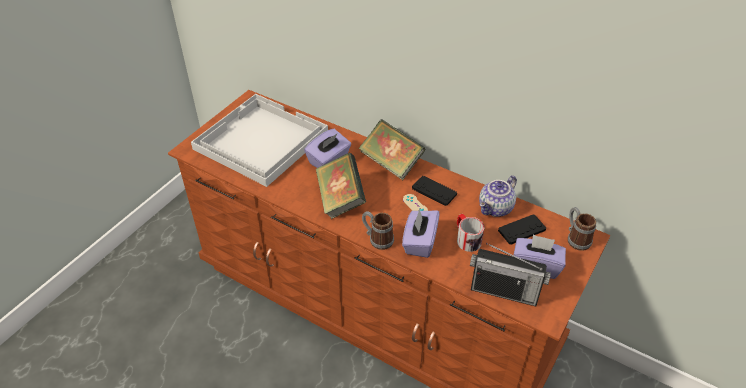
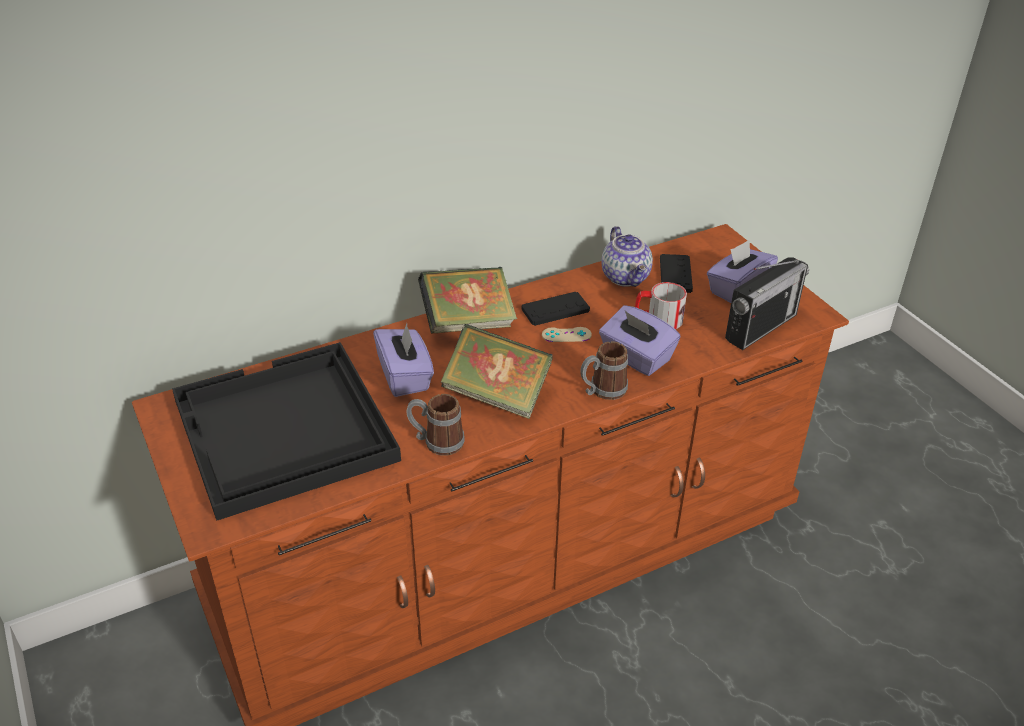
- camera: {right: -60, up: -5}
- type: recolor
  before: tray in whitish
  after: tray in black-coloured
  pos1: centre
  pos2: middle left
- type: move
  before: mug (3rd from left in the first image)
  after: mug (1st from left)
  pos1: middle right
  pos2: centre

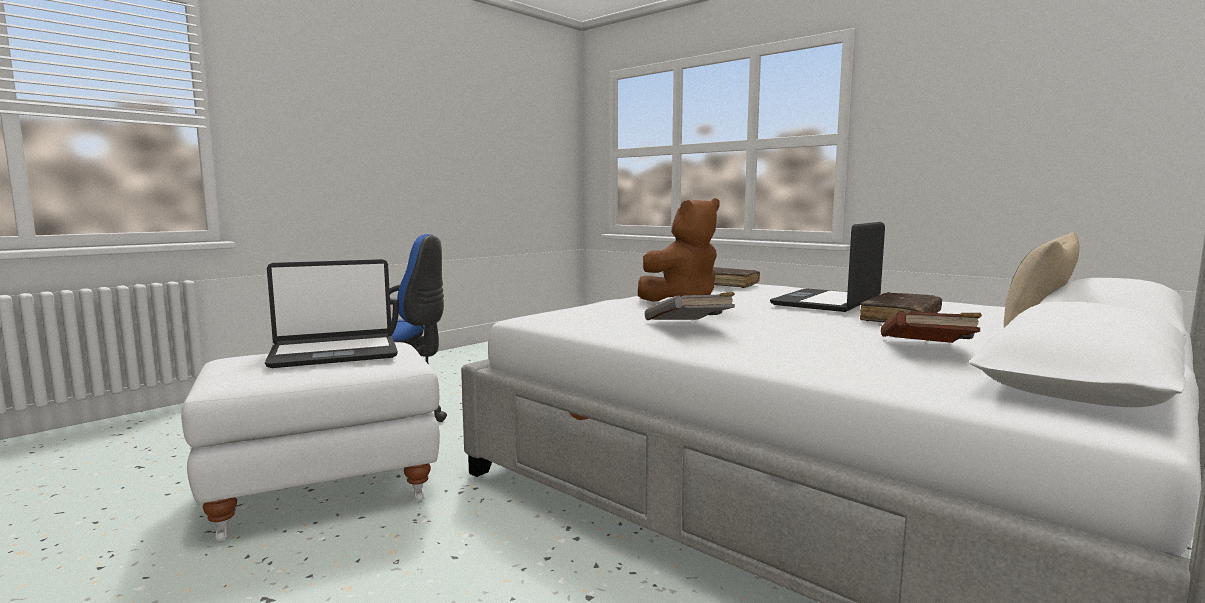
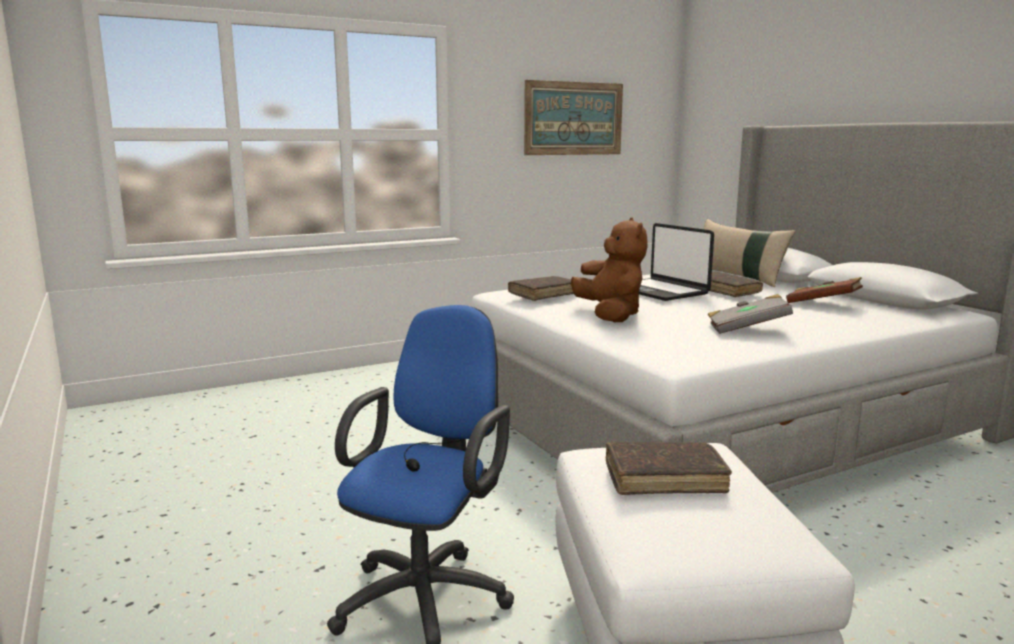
- camera: {right: -70, up: 5}
- type: insert
  after: picture
  pos2: top centre
- type: replace
  before: portable computer (1st from left)
  after: book in brown-coloured (2nd from left)
  pos1: middle left
  pos2: bottom centre

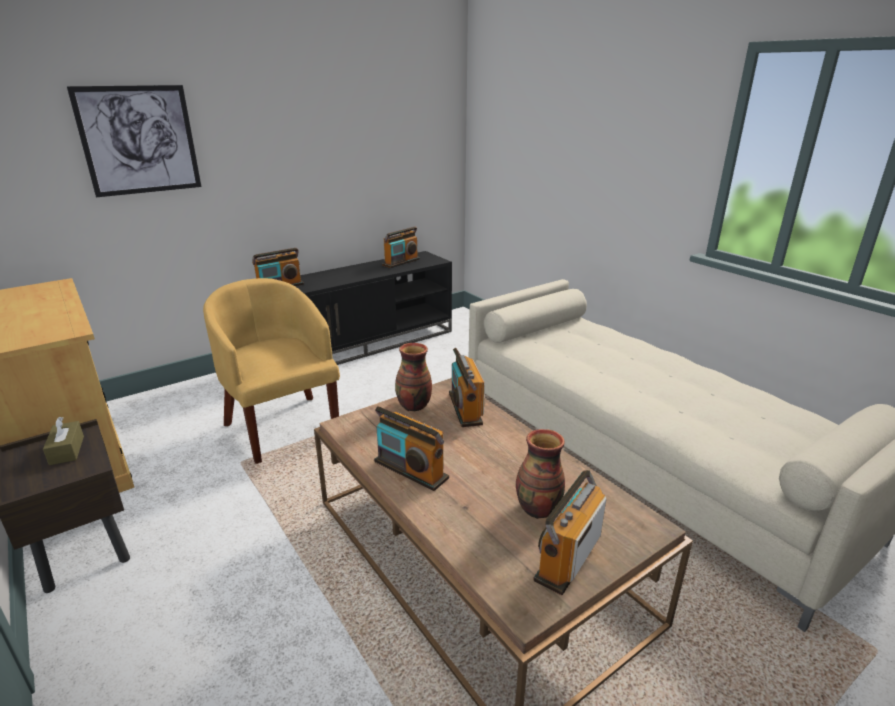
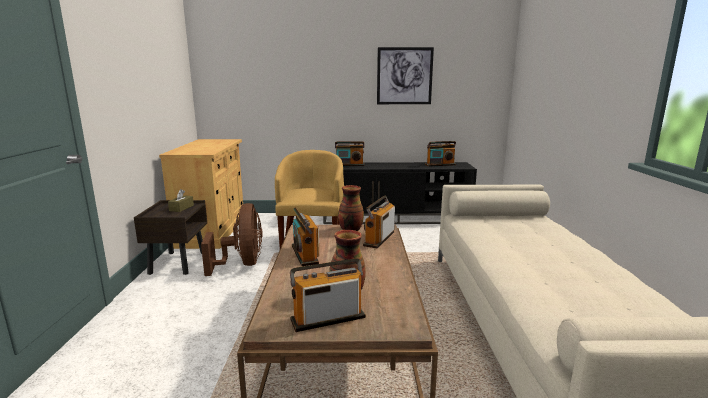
- camera: {right: 35, up: -10}
- type: insert
  after: electric fan in brown-coloured
  pos2: middle left
- type: move
  before: picture
  pos1: top left
  pos2: top centre

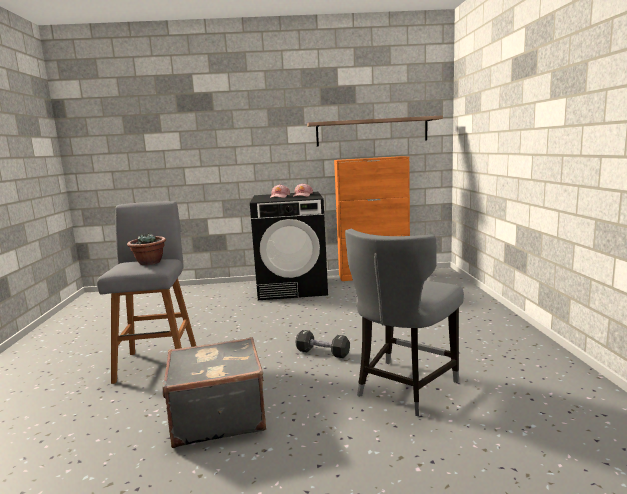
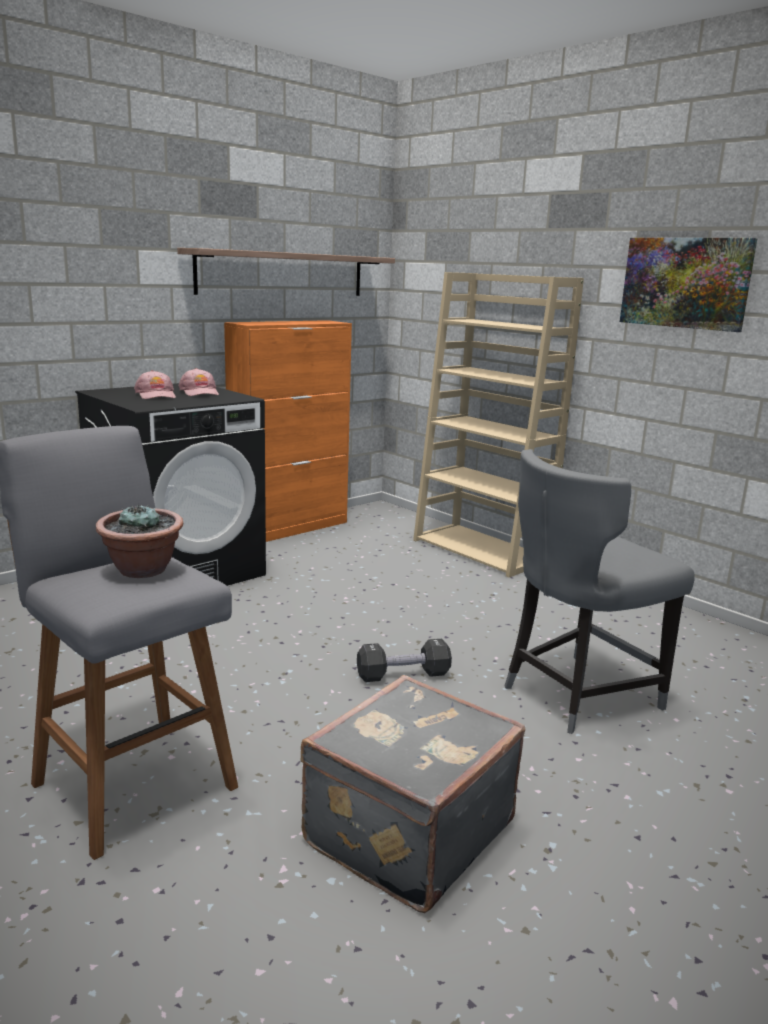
- camera: {right: -40, up: 5}
- type: insert
  after: bookcase in sand-coloured
  pos2: centre
- type: rotate
  before: chair in grey
  pos1: centre
  pos2: middle right
  turn: 60
- type: insert
  after: picture
  pos2: top right

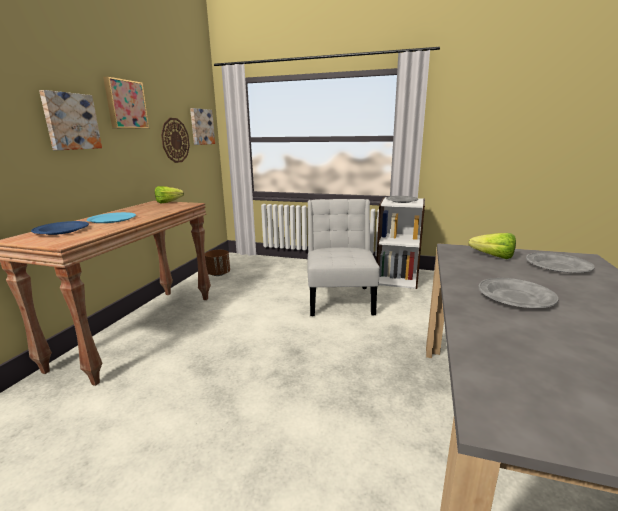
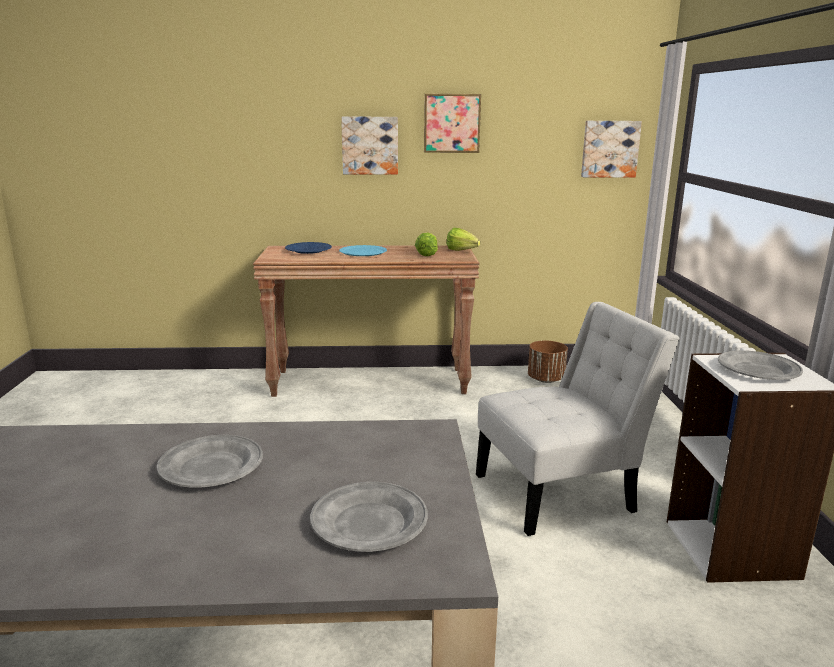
- camera: {right: 70, up: 0}
- type: move
  before: lettuce (2nd from left in the first image)
  after: lettuce (1st from left)
  pos1: middle right
  pos2: centre
- type: delete
  before: hanging clock
  pos1: top left

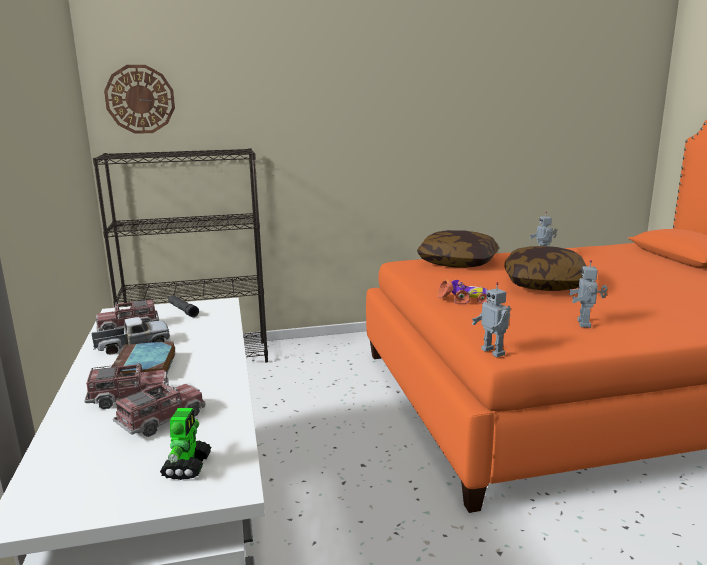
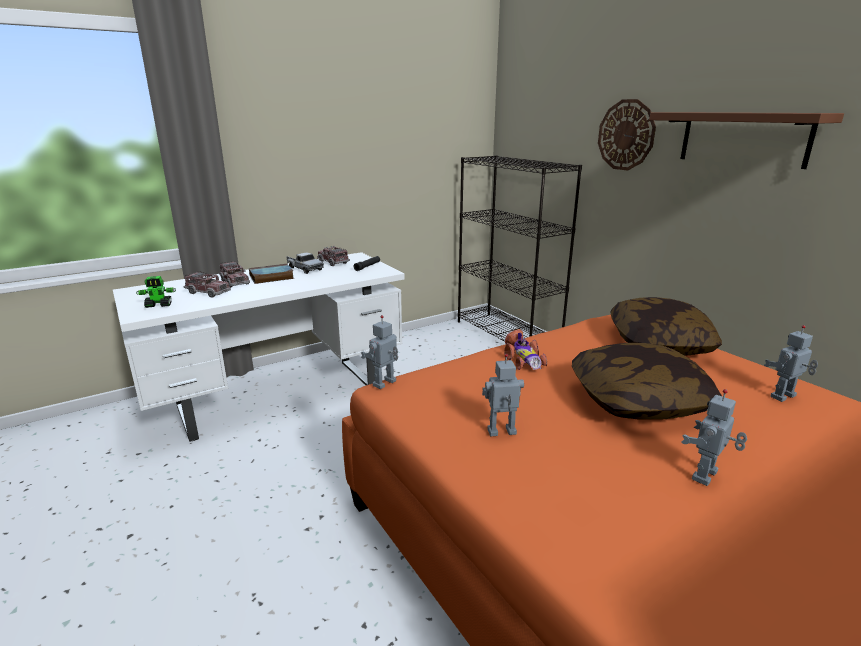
- camera: {right: 70, up: 5}
- type: move
  before: hanging clock
  pos1: top left
  pos2: top right
- type: insert
  after: wall shelf in brown-coloured
  pos2: top right
- type: insert
  after: toy robot (4th from left)
  pos2: bottom right

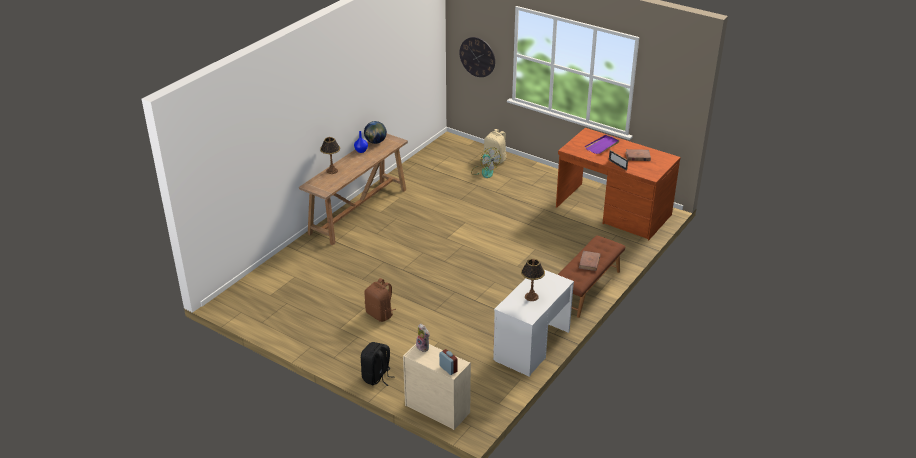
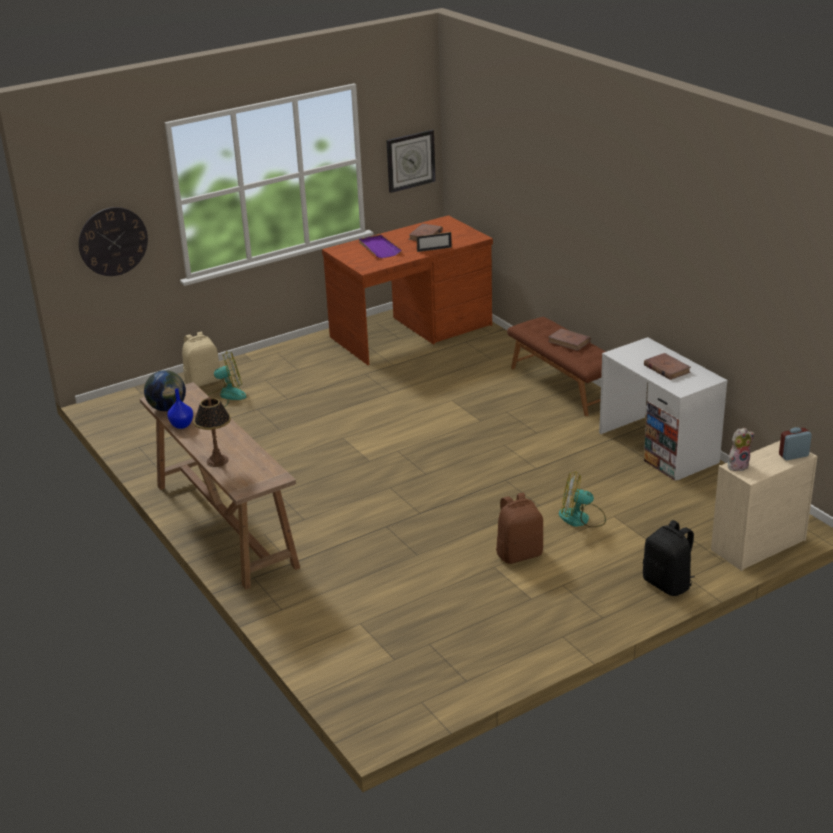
- camera: {right: -65, up: -5}
- type: insert
  after: hanging clock (2nd from left)
  pos2: top centre
- type: insert
  after: electric fan (2nd from left)
  pos2: middle right
- type: replace
  before: table lamp (2nd from left)
  after: book in brown-coloured (3rd from left)
  pos1: centre
  pos2: middle right

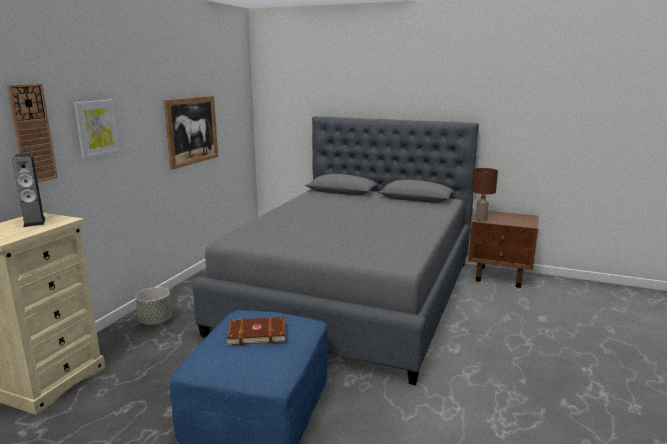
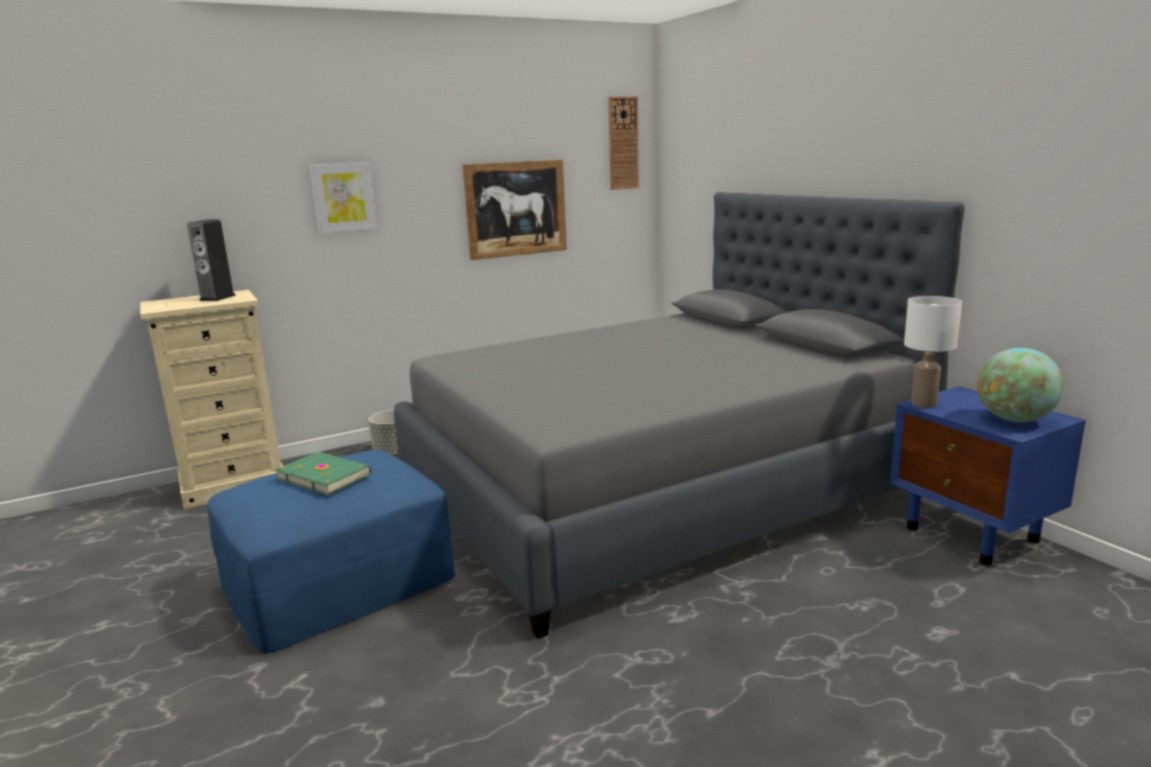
- camera: {right: 40, up: 0}
- type: recolor
  before: book in brown-coloured
  after: book in green-coloured
  pos1: bottom centre
  pos2: middle left
- type: move
  before: hanging clock
  pos1: top left
  pos2: top centre
- type: recolor
  before: nightstand in brown-coloured
  after: nightstand in blue
  pos1: middle right
  pos2: middle right
- type: recolor
  before: table lamp in brown-coloured
  after: table lamp in whitish
  pos1: middle right
  pos2: middle right
- type: insert
  after: desk globe
  pos2: middle right

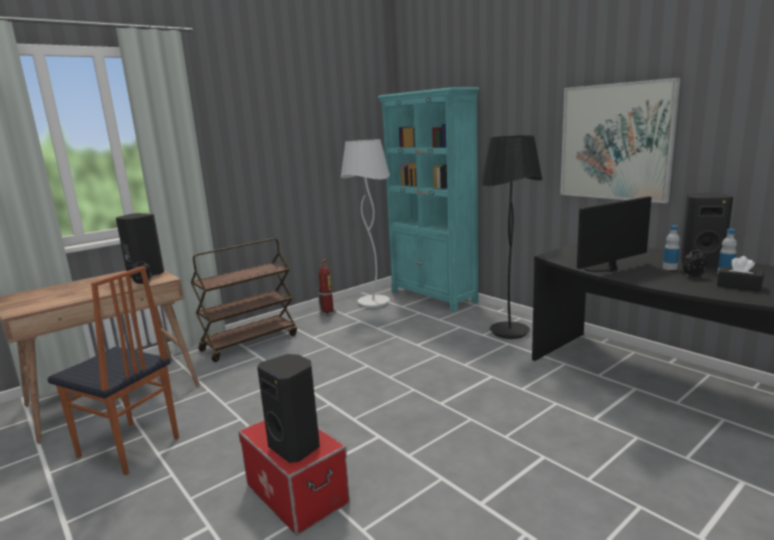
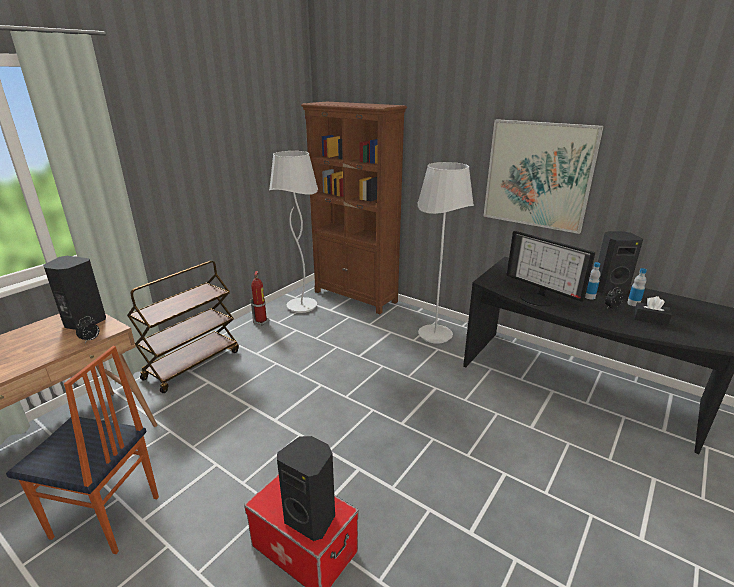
- camera: {right: -15, up: 10}
- type: recolor
  before: bookcase in blue-green
  after: bookcase in brown-coloured
  pos1: centre
  pos2: centre
- type: recolor
  before: floor lamp in black-coloured
  after: floor lamp in whitish (2nd from left)
  pos1: centre
  pos2: centre
- type: rotate
  before: monitor
  pos1: middle right
  pos2: middle right
  turn: -90

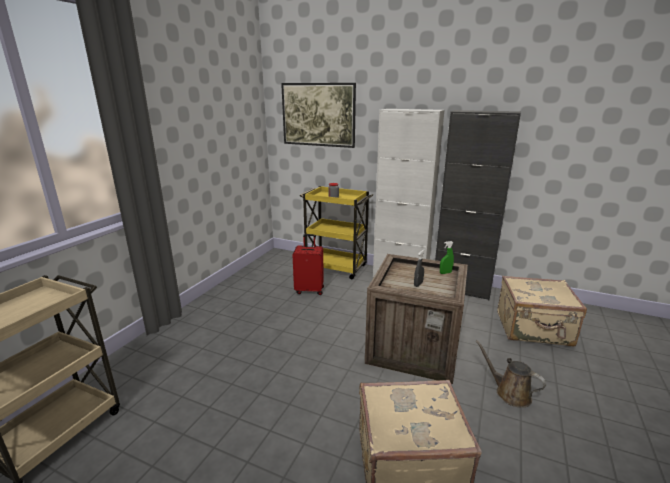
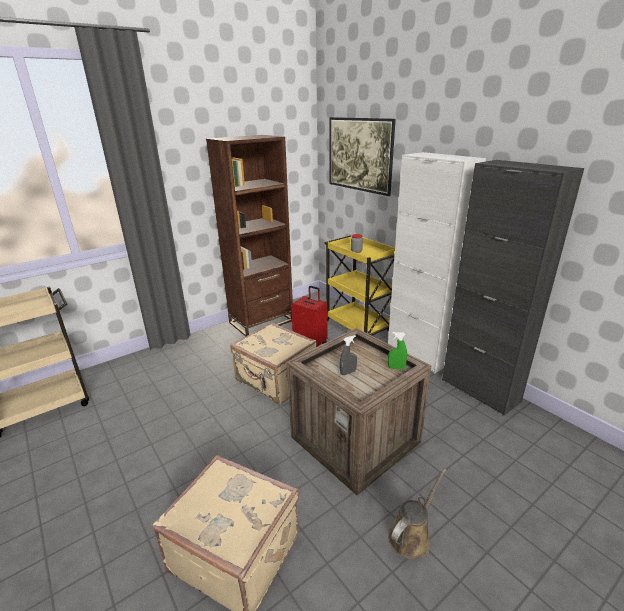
- camera: {right: 30, up: 5}
- type: insert
  after: bookcase in brown-coloured
  pos2: centre
- type: move
  before: suitcase in sand-coloured (2nd from left)
  pos1: middle right
  pos2: centre
- type: rotate
  before: sprinkling can in brown-coloured
  pos1: bottom right
  pos2: bottom right
  turn: 60

